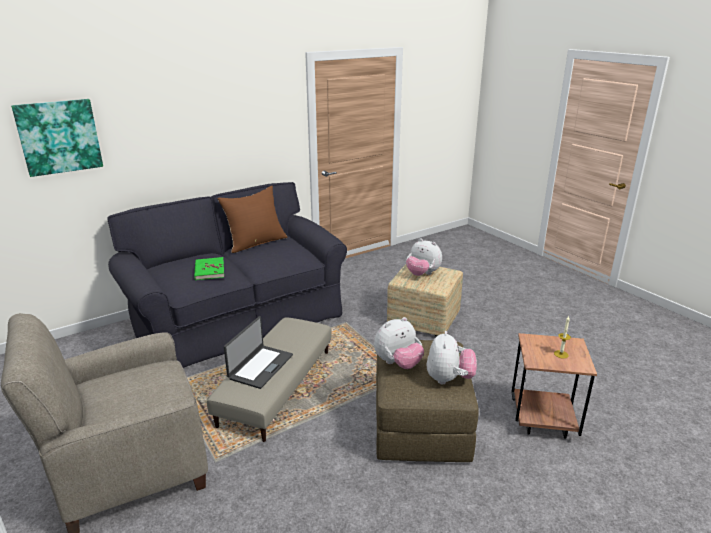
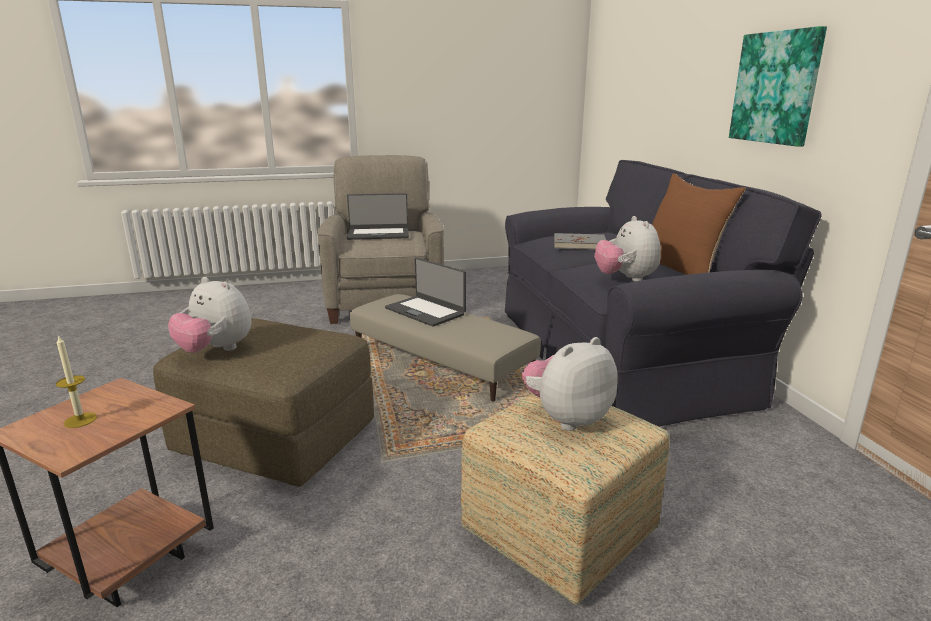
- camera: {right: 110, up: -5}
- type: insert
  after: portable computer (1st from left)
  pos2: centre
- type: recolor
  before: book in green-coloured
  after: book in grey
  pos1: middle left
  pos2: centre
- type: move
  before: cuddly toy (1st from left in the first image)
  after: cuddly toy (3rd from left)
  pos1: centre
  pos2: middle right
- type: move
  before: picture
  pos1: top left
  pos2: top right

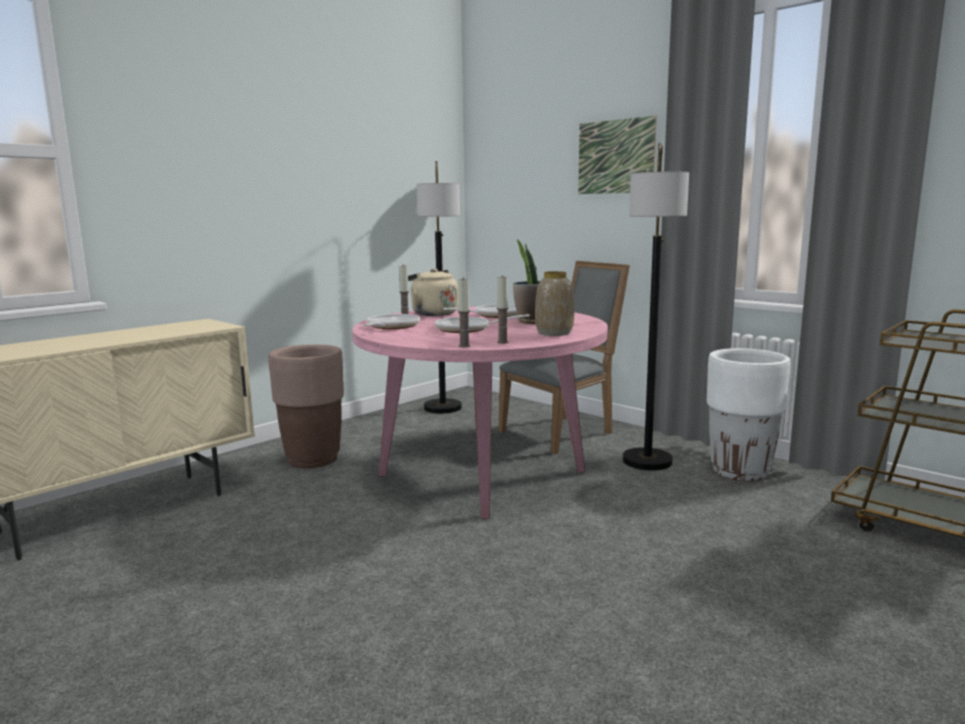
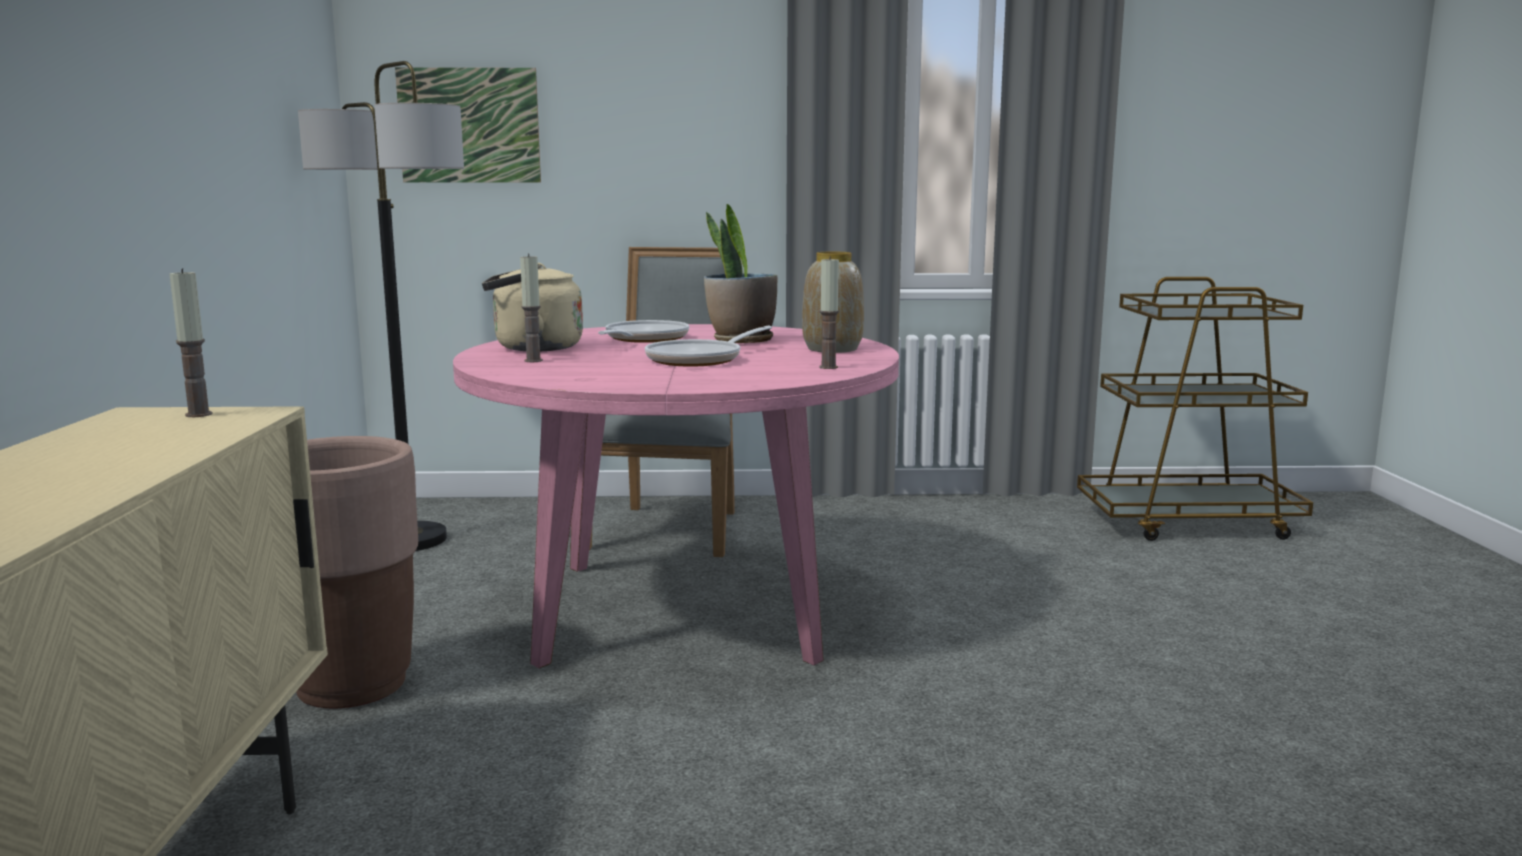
- camera: {right: -45, up: 0}
- type: move
  before: wax light (2nd from left in the first image)
  after: wax light (1st from left)
  pos1: centre
  pos2: middle left
- type: move
  before: picture
  pos1: top centre
  pos2: top left
- type: delete
  before: skillet (1st from left)
  pos1: centre
- type: delete
  before: floor lamp (2nd from left)
  pos1: middle right
- type: delete
  before: planter in whitish
  pos1: middle right

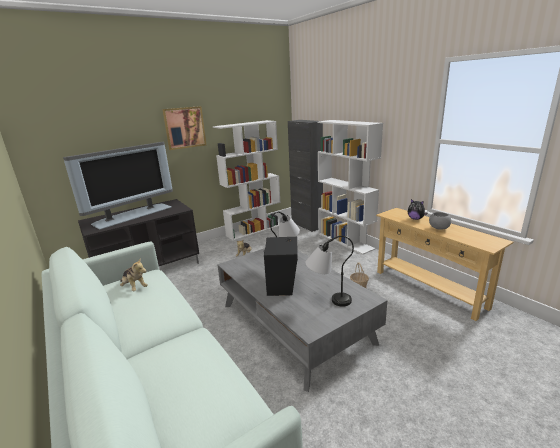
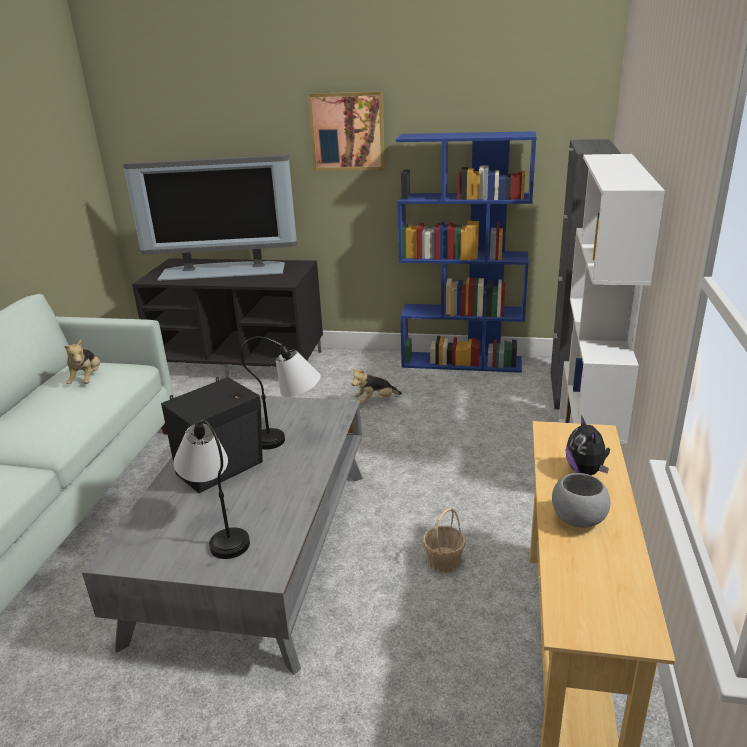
- camera: {right: 45, up: 5}
- type: recolor
  before: bookcase in whitish (1st from left)
  after: bookcase in blue
  pos1: centre
  pos2: centre

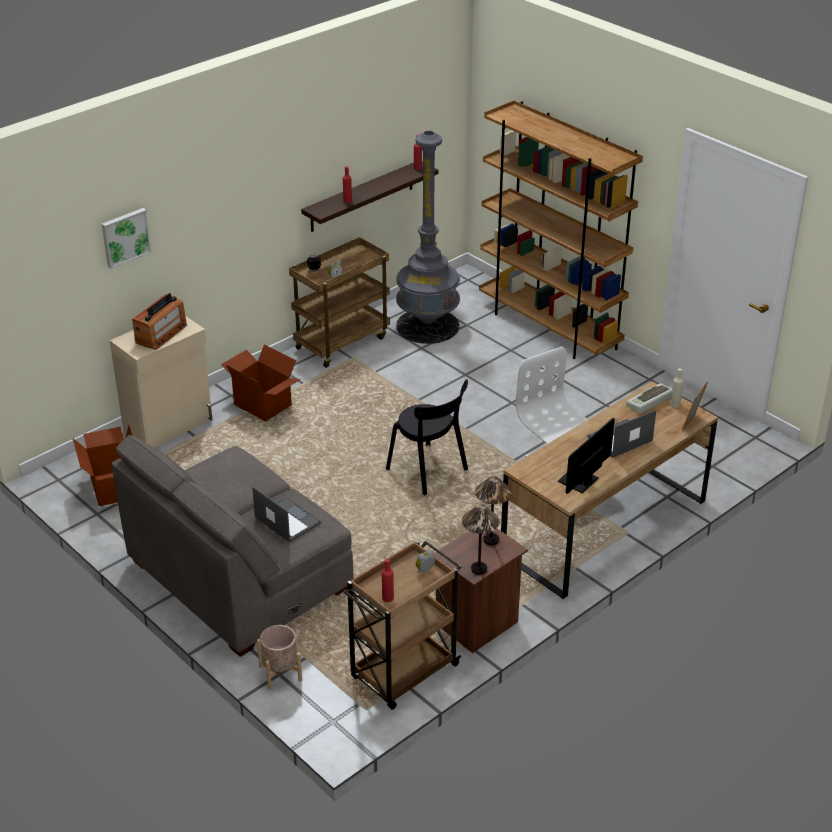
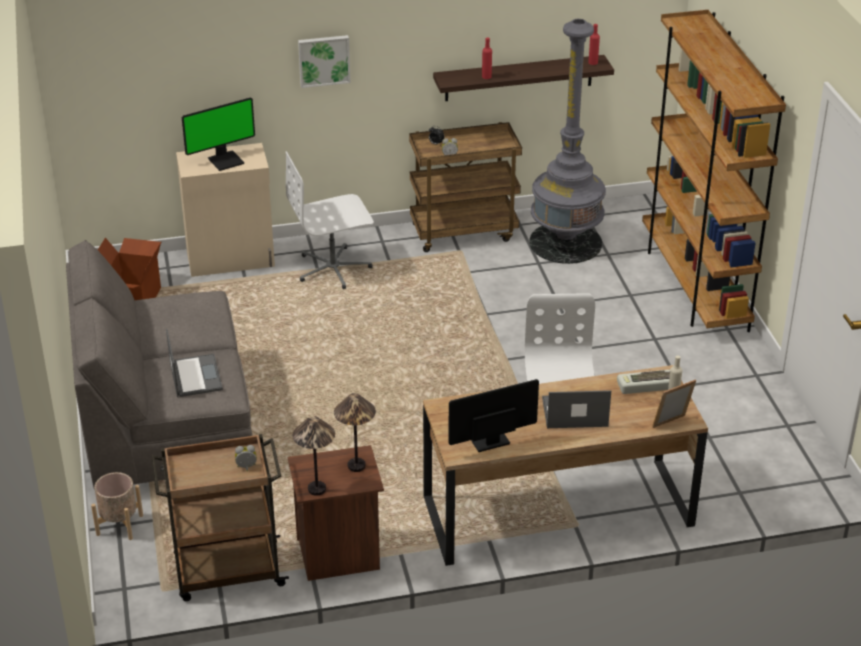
- camera: {right: 30, up: 0}
- type: replace
  before: radio
  after: monitor (1st from left)
  pos1: middle left
  pos2: top left
- type: replace
  before: cardboard box (2nd from left)
  after: desk chair in whitish (1st from left)
  pos1: middle left
  pos2: centre
- type: move
  before: picture
  pos1: top left
  pos2: top centre
- type: delete
  before: beverage bottle in red (2nd from left)
  pos1: bottom centre
- type: delete
  before: chair in black-coloured
  pos1: centre

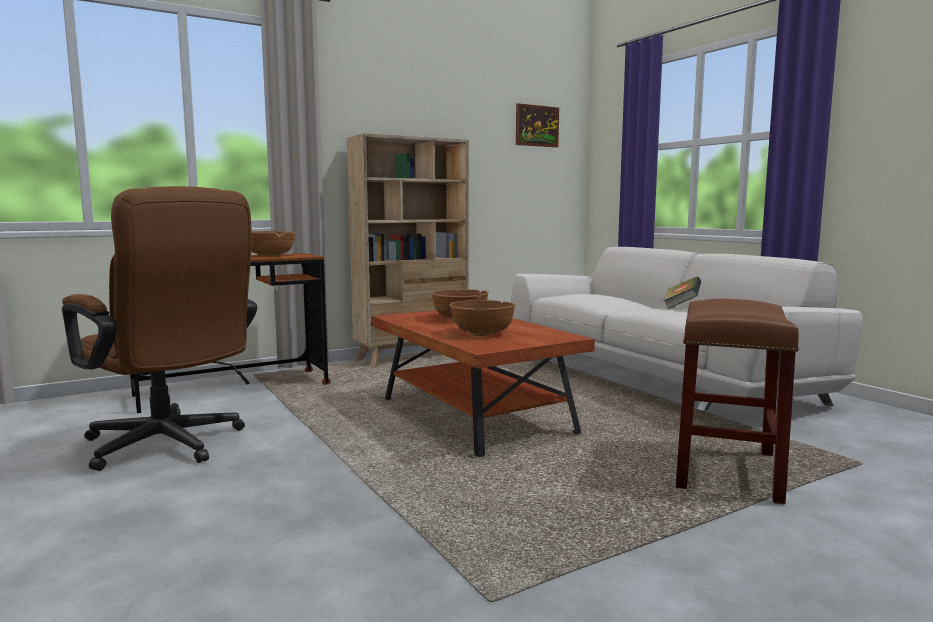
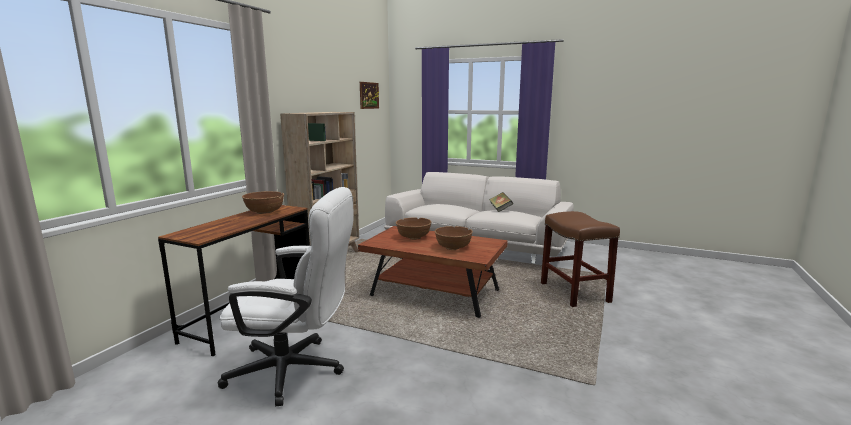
- camera: {right: -35, up: 5}
- type: recolor
  before: desk chair in brown-coloured
  after: desk chair in whitish
  pos1: middle left
  pos2: bottom centre

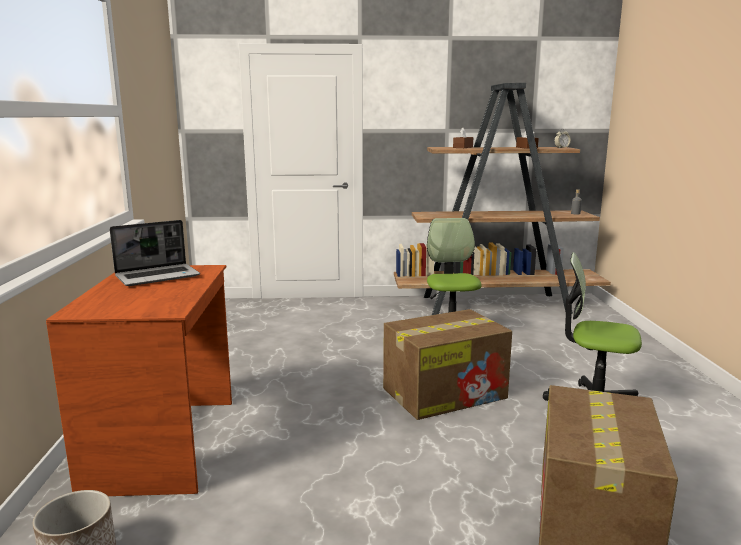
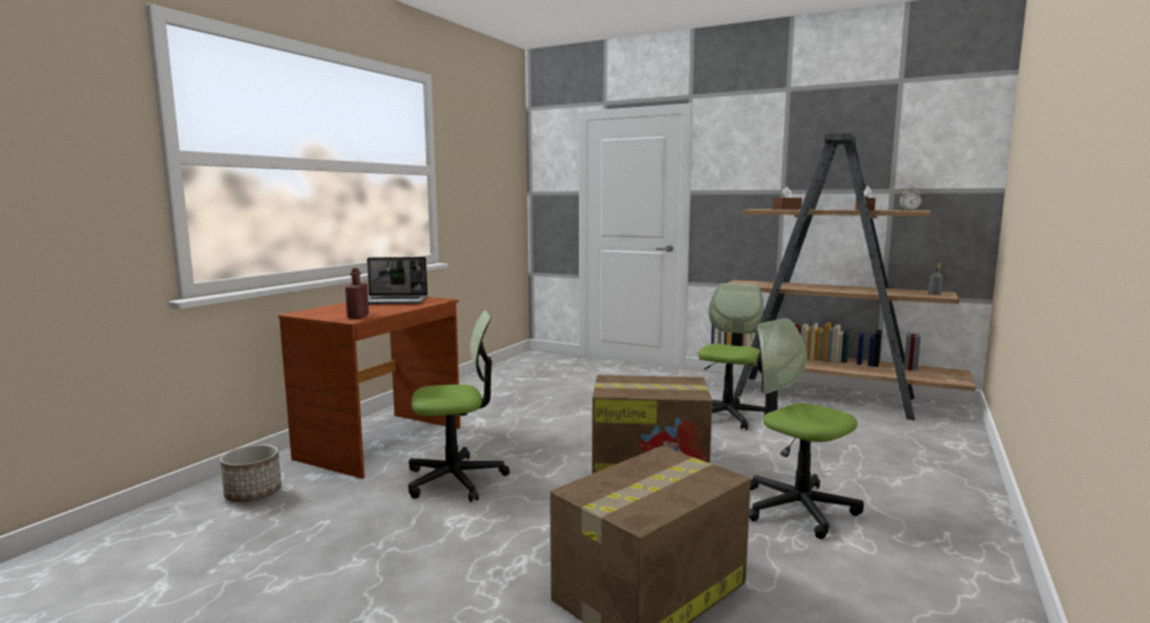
- camera: {right: 30, up: -5}
- type: insert
  after: beverage bottle in red
  pos2: middle left
- type: insert
  after: desk chair (1st from left)
  pos2: centre

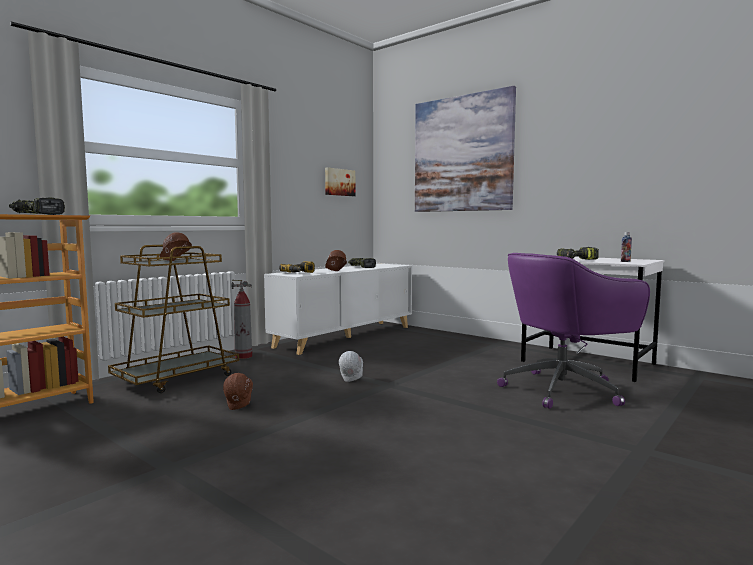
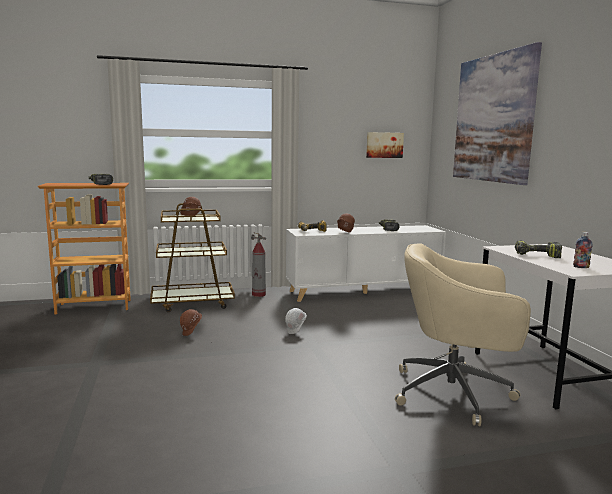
- camera: {right: 35, up: 5}
- type: recolor
  before: desk chair in purple
  after: desk chair in sand-coloured
  pos1: middle right
  pos2: bottom right

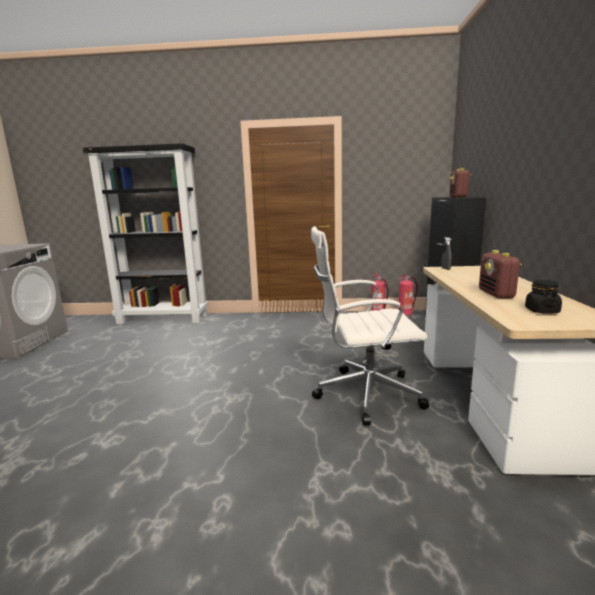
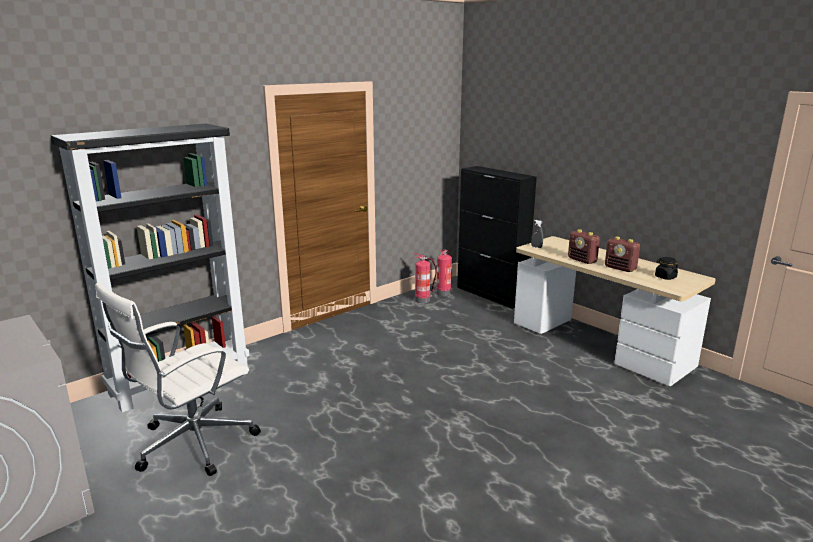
- camera: {right: -45, up: 5}
- type: move
  before: desk chair in whitish
  pos1: centre
  pos2: bottom left
- type: move
  before: radio (1st from left)
  pos1: top right
  pos2: middle right

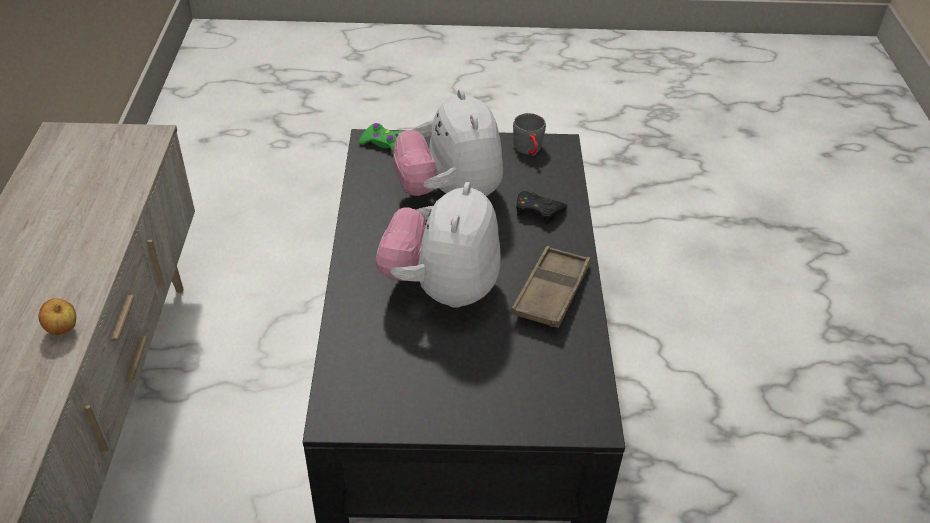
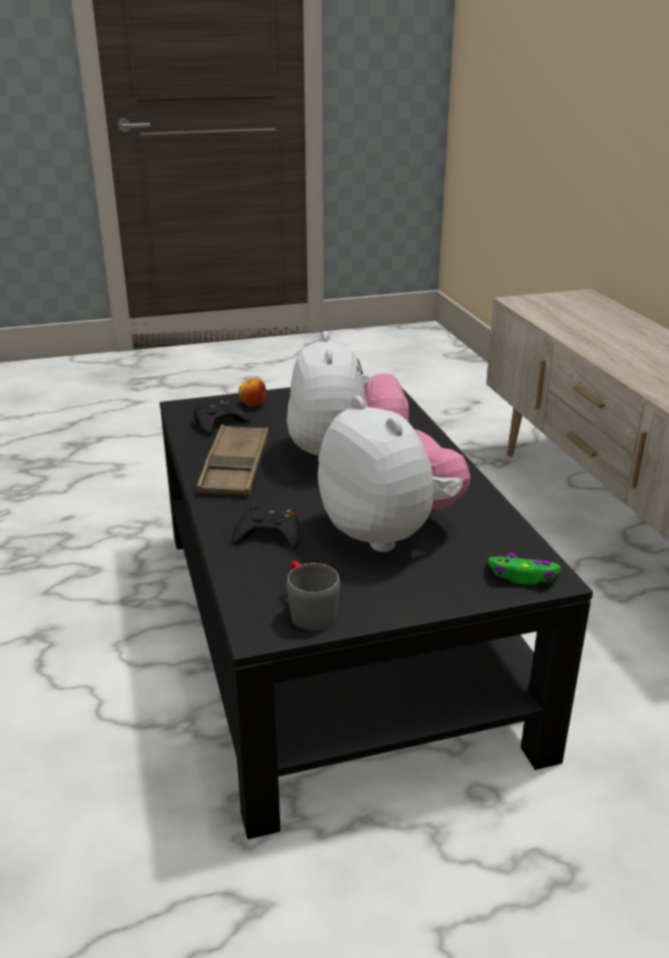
- camera: {right: 165, up: -15}
- type: insert
  after: game controller in black-coloured (1st from left)
  pos2: middle left
- type: move
  before: whole apple
  pos1: middle left
  pos2: centre

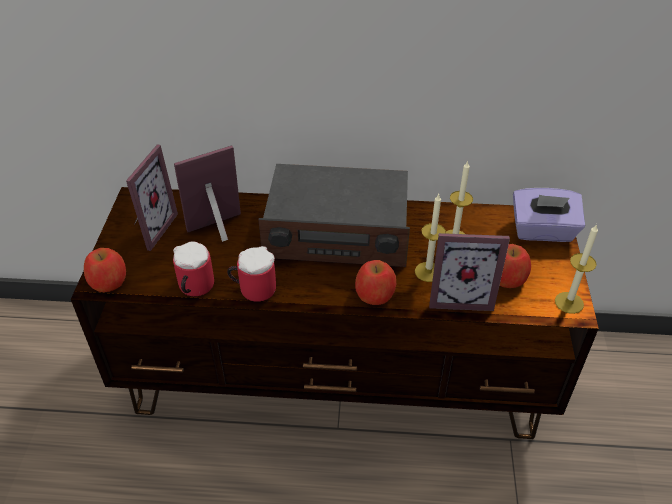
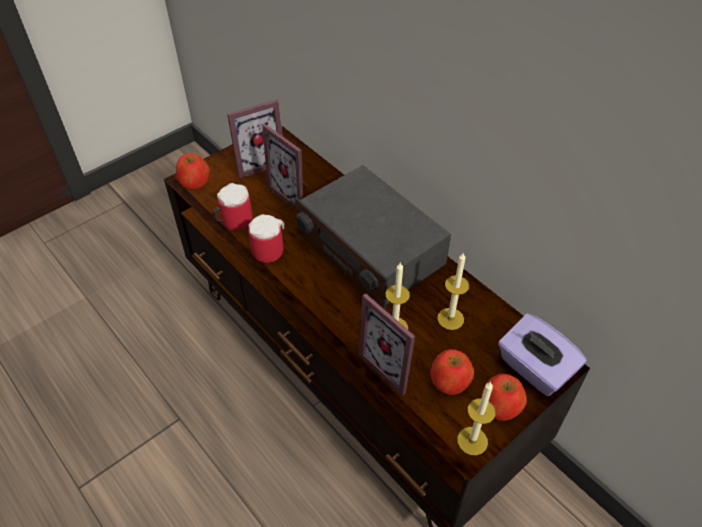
- camera: {right: 45, up: 5}
- type: rotate
  before: standing frame (2nd from left)
  pos1: middle left
  pos2: top centre
  turn: -150
- type: move
  before: whole apple (2nd from left in the first image)
  after: whole apple (3rd from left)
  pos1: centre
  pos2: bottom right

